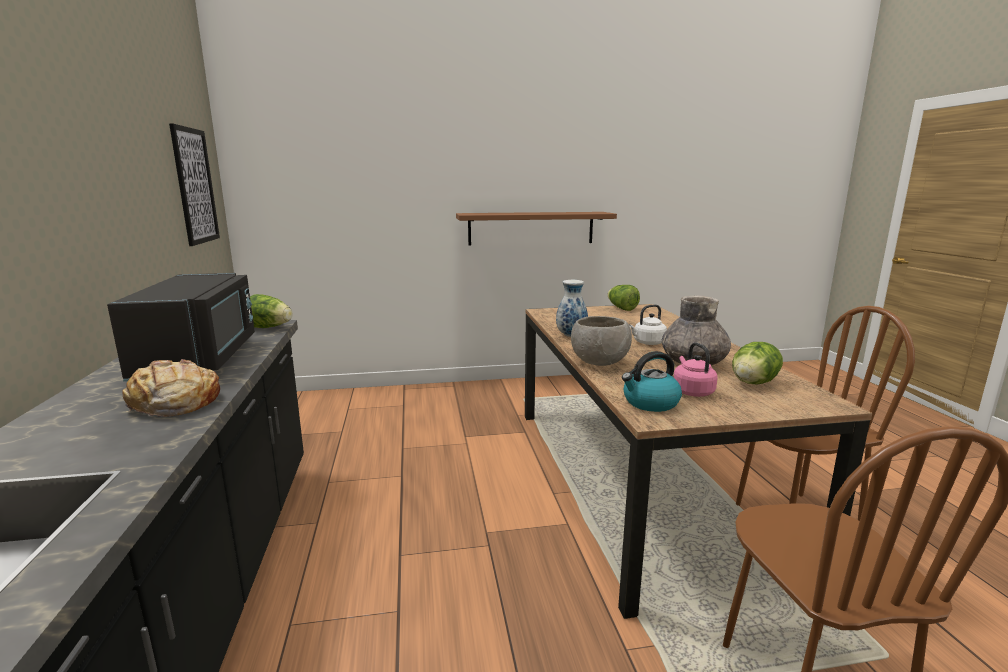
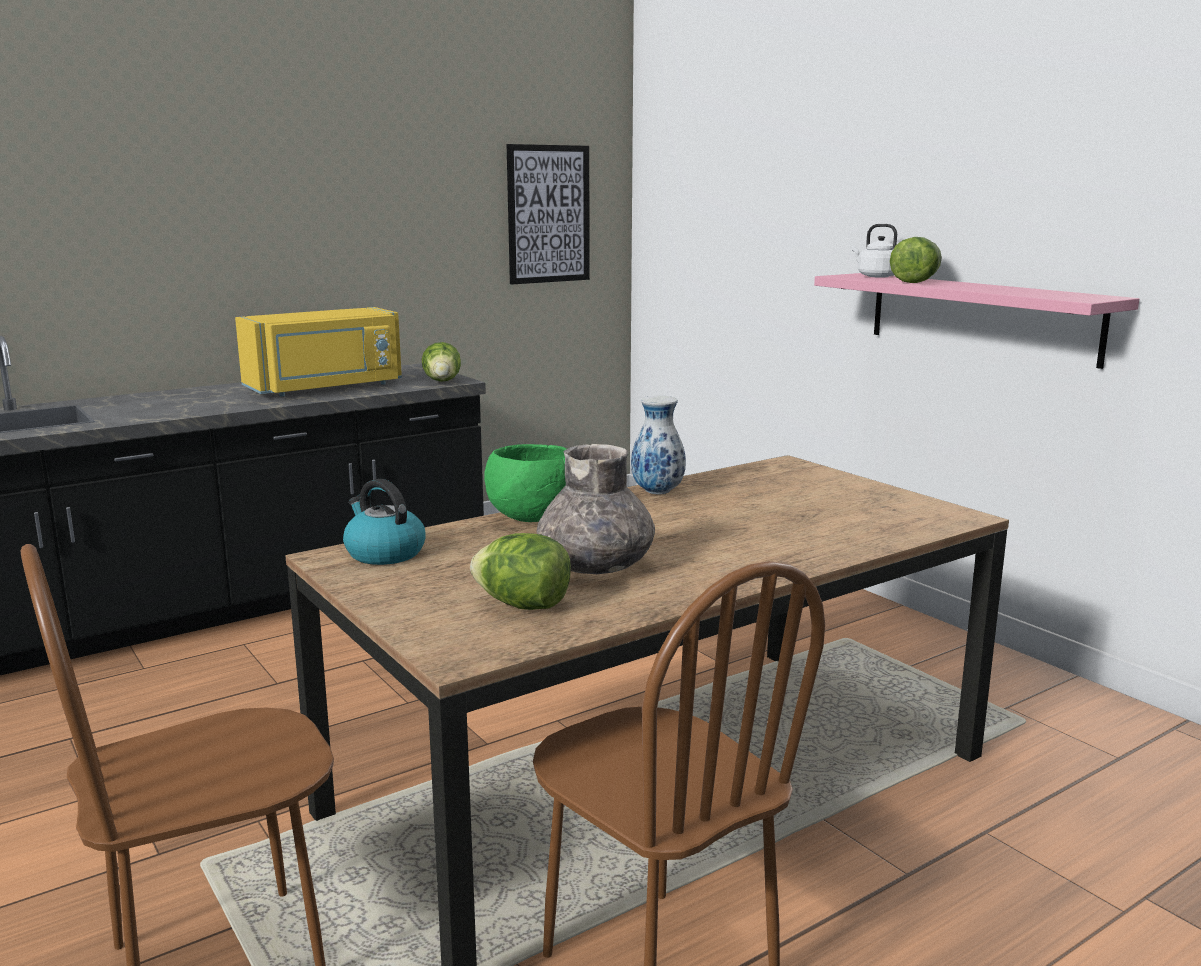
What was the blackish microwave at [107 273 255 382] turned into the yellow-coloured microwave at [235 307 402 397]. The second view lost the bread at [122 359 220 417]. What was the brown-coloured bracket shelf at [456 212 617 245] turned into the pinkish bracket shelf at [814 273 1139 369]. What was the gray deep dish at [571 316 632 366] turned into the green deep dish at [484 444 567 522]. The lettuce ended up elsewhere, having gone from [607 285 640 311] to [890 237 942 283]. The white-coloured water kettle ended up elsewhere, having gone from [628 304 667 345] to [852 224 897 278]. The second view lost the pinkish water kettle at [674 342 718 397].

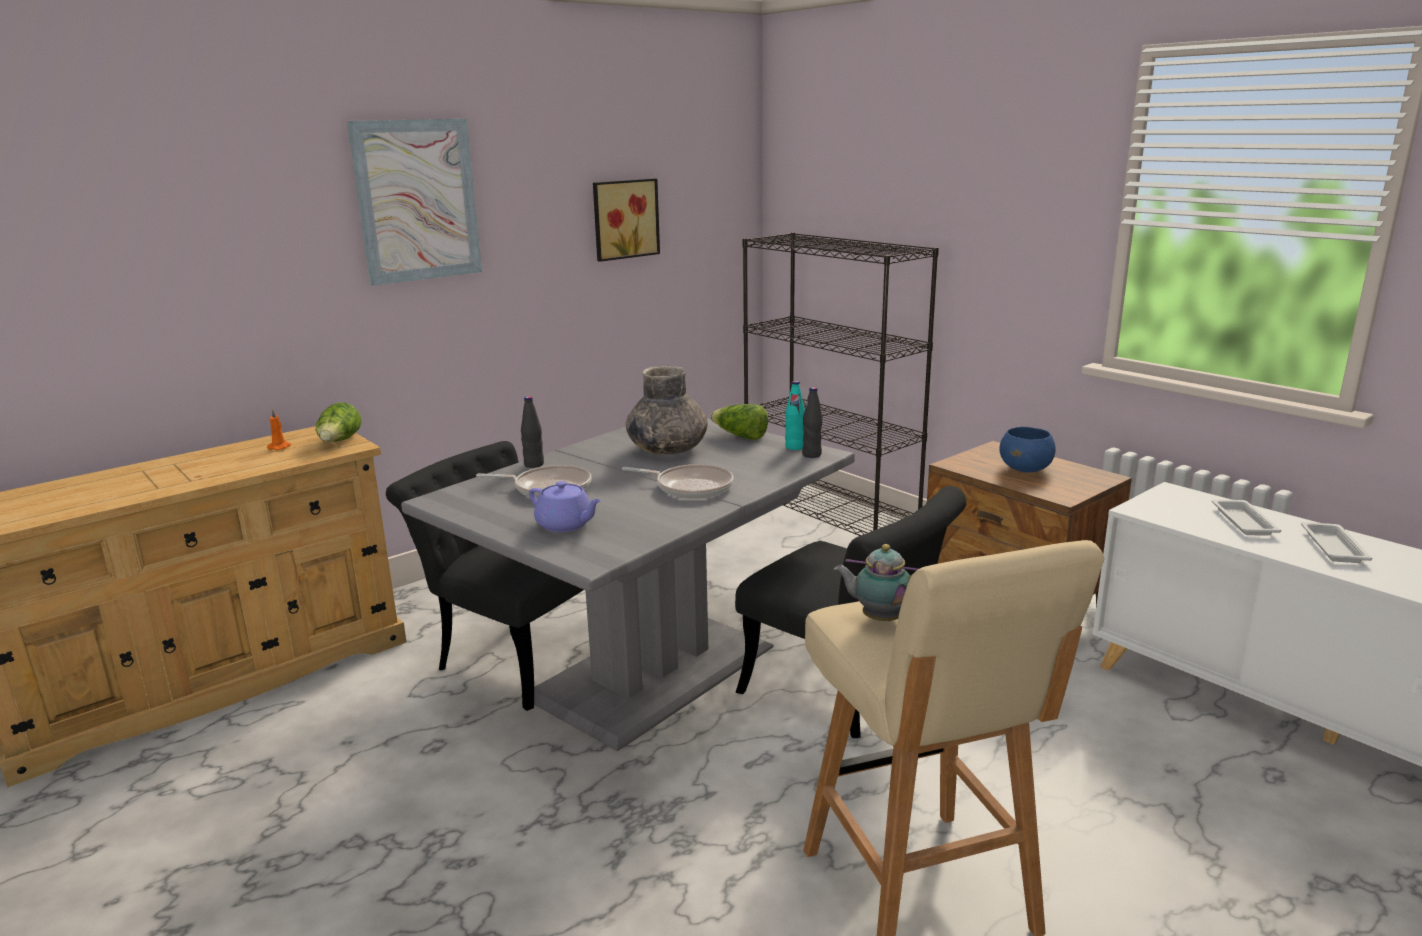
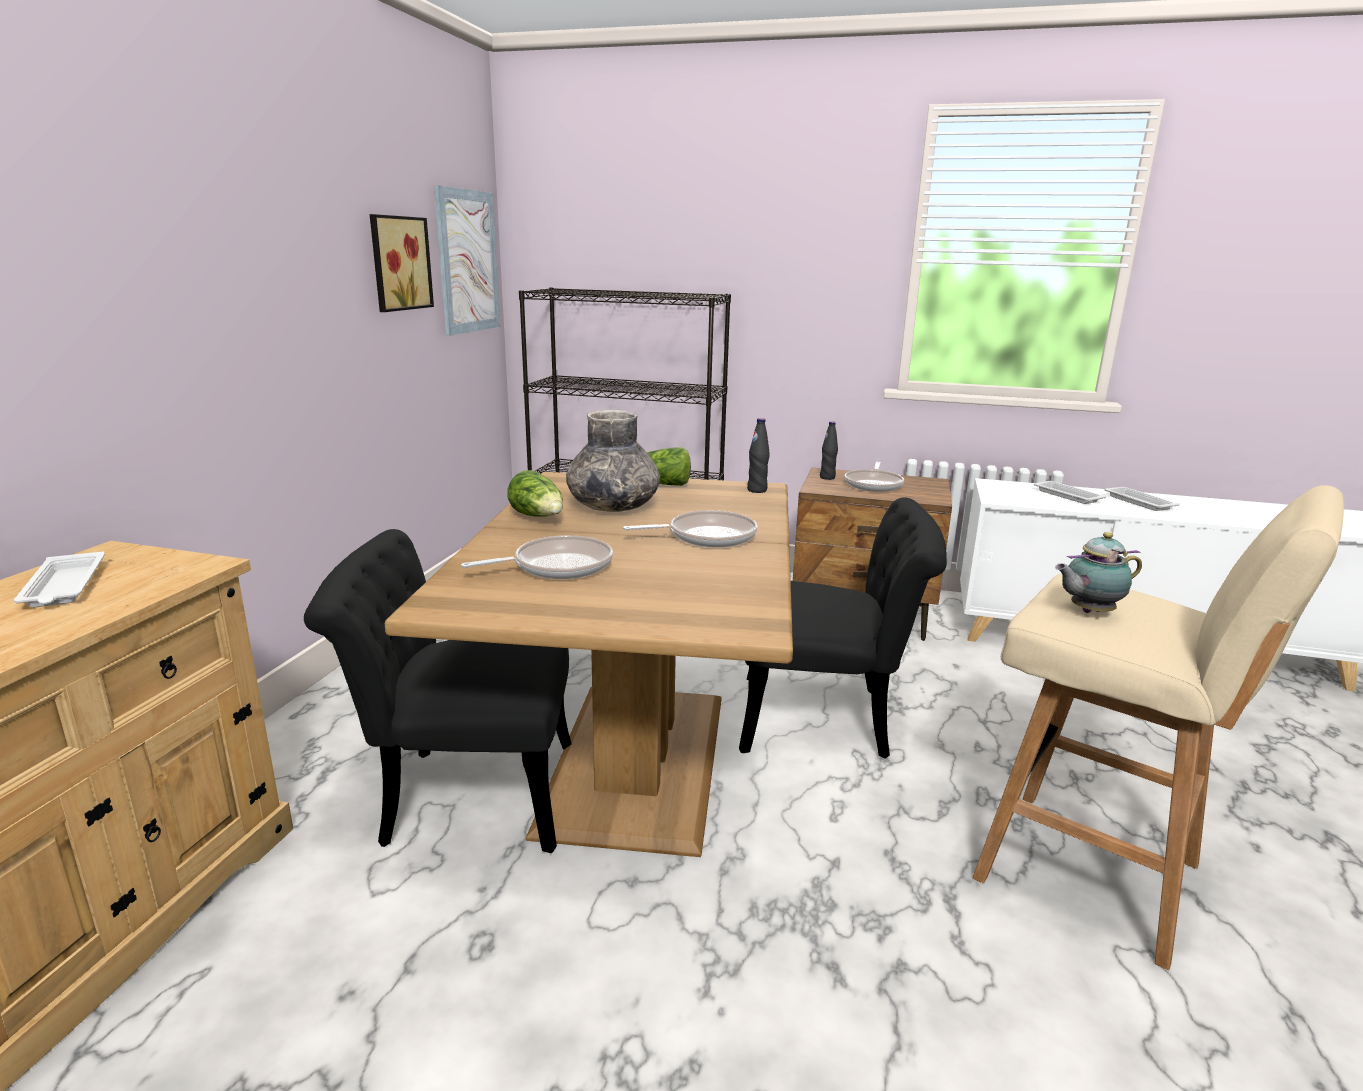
Where the orange wax light stood at [267 408 291 450], the white-coloured tray came to stand at [14 552 105 608]. The lettuce ended up elsewhere, having gone from [316 402 362 442] to [507 470 563 517]. The wall picture ended up elsewhere, having gone from [347 119 482 286] to [434 185 500 336]. What was the gray dining table at [401 418 855 751] turned into the brown-coloured dining table at [385 472 793 857]. The blackish beverage bottle ended up elsewhere, having gone from [521 396 544 468] to [820 422 838 480]. The second view lost the purple pot for tea at [529 481 602 532]. The second view lost the turquoise-coloured beverage bottle at [785 381 805 450]. Where the blue-coloured deep dish stood at [999 427 1056 473], the skillet came to stand at [845 462 904 492].

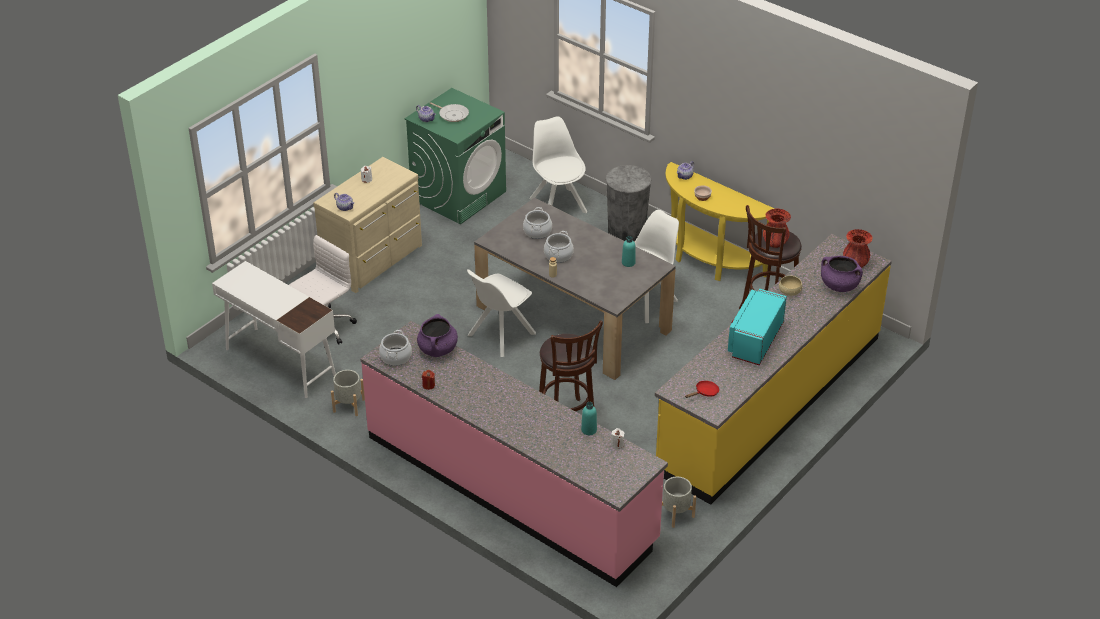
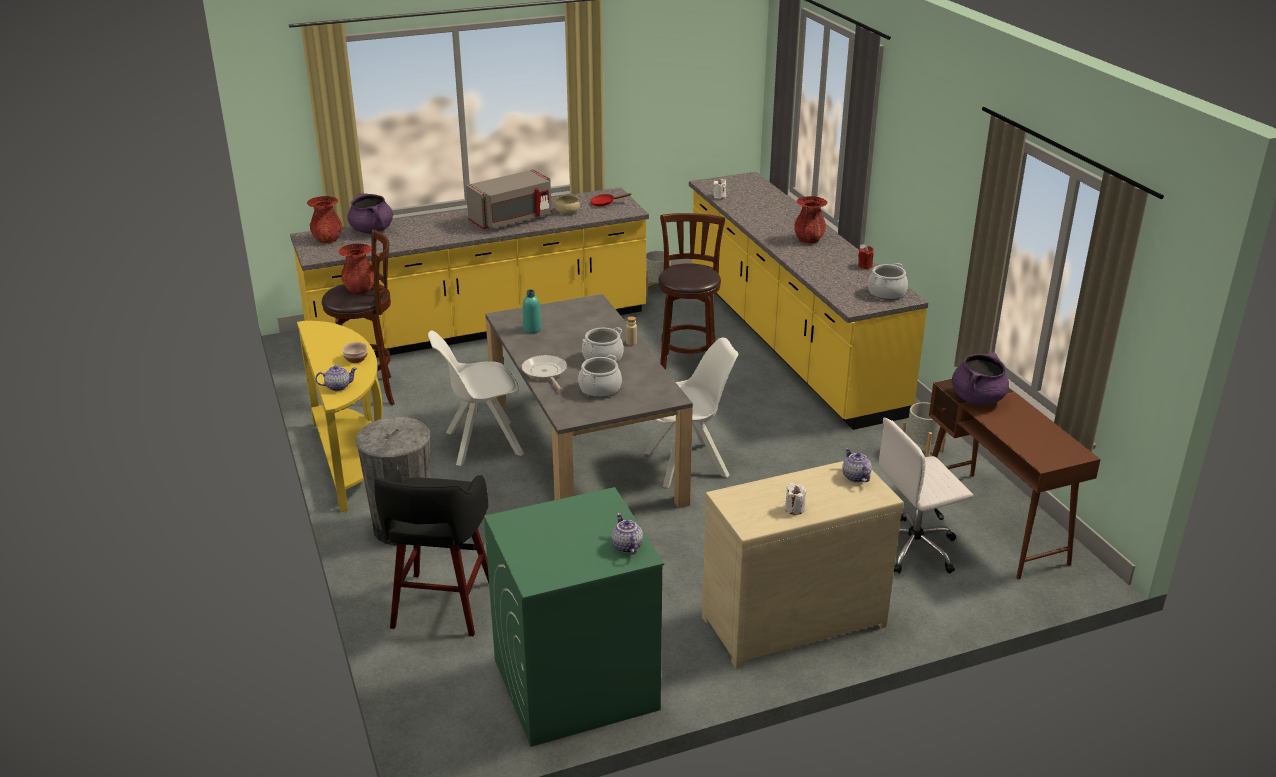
What was the white-coloured desk table at [212 261 336 398] turned into the brown-coloured desk table at [929 379 1101 579]. What was the pinkish kitchen base unit at [360 321 668 587] turned into the yellow-coloured kitchen base unit at [689 172 928 430]. The purple cooking pot ended up elsewhere, having gone from [417 314 458 357] to [952 352 1009 405]. The skillet ended up elsewhere, having gone from [430 102 469 122] to [521 355 567 391]. Where the white-coloured upright chair stood at [530 116 588 213], the blackish sitting stool came to stand at [374 468 489 636]. The second view lost the turquoise-coloured beverage bottle at [581 402 597 435]. What was the turquoise-coloured microwave at [728 289 787 365] turned into the gray microwave at [466 169 552 229]. The sand-coloured deep dish ended up elsewhere, having gone from [779 276 802 296] to [554 195 580 214]. The second view gained the red decorative vase at [794 196 827 243].

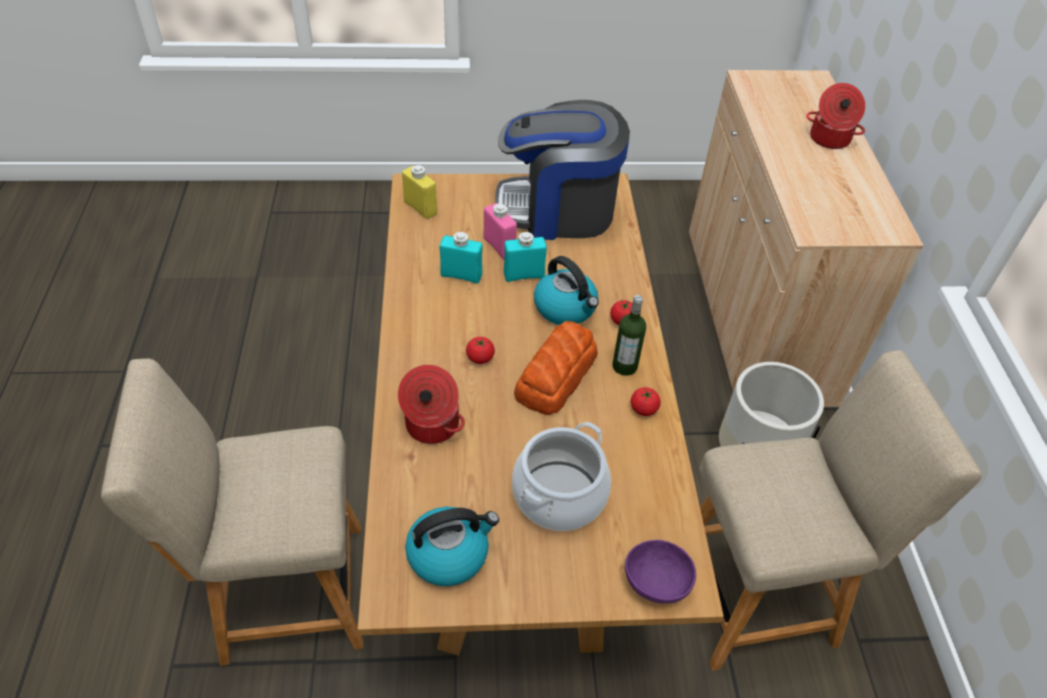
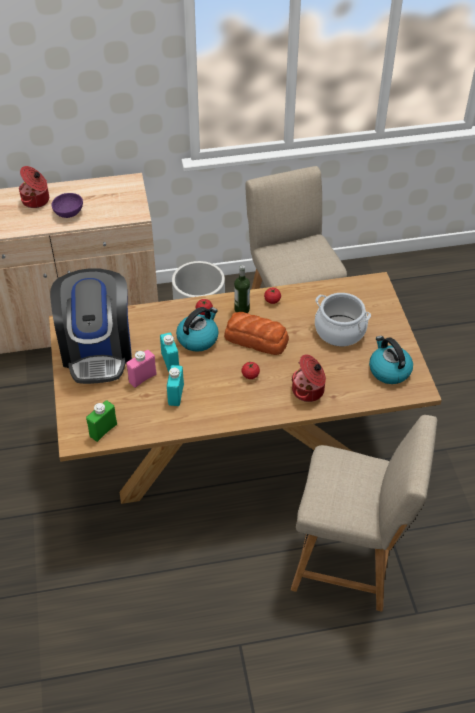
The sand-coloured upright chair at [101 358 363 666] ended up facing another way, 60 degrees counterclockwise from before. What was the yellow-coloured beverage bottle at [402 165 437 219] turned into the green beverage bottle at [86 400 117 442]. The purple deep dish ended up elsewhere, having gone from [625 540 696 604] to [52 193 83 218].

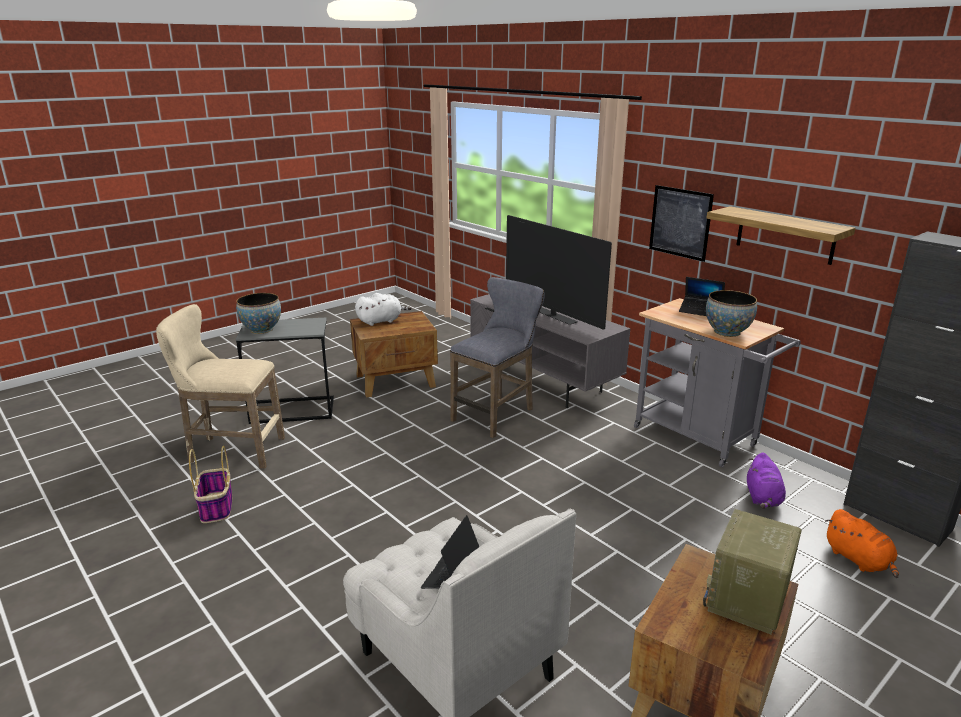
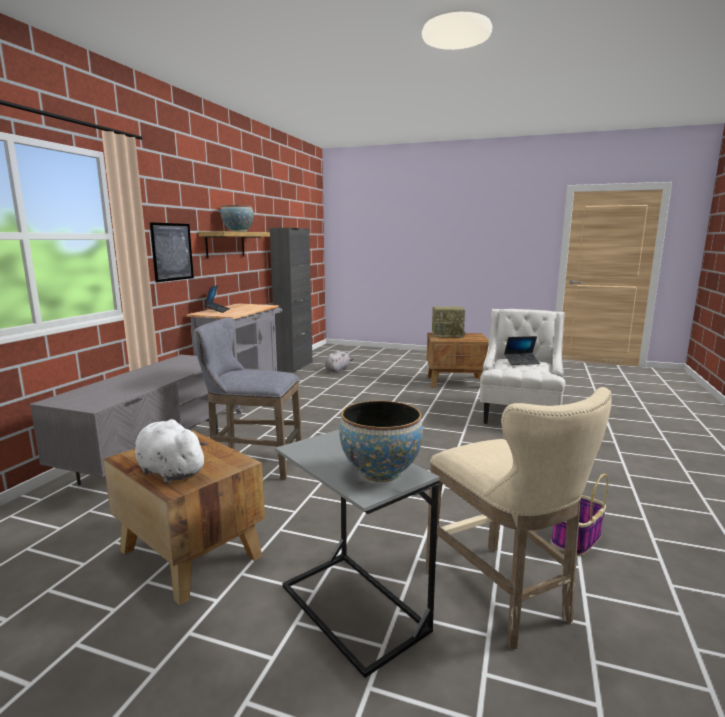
The second view lost the television at [506 215 612 330]. The deep dish ended up elsewhere, having gone from [706 290 757 337] to [221 205 254 232]. The second view lost the purple cuddly toy at [747 452 786 509]. What was the orange cuddly toy at [826 509 899 578] turned into the gray cuddly toy at [325 350 354 373].

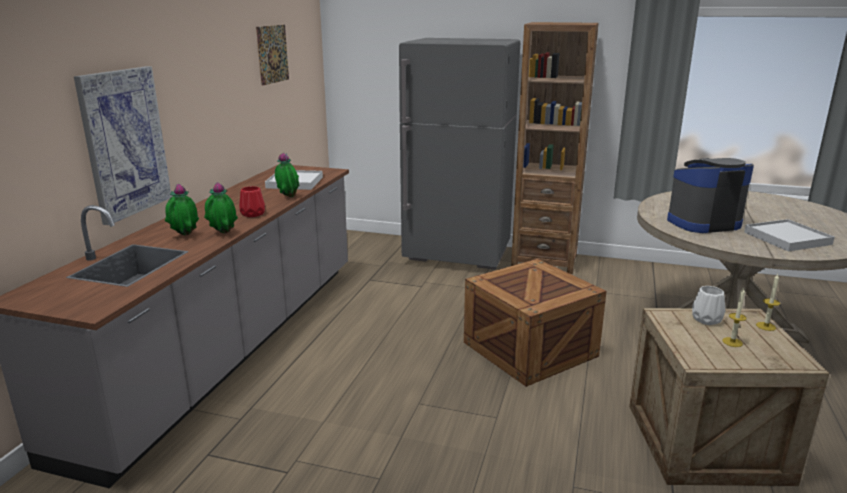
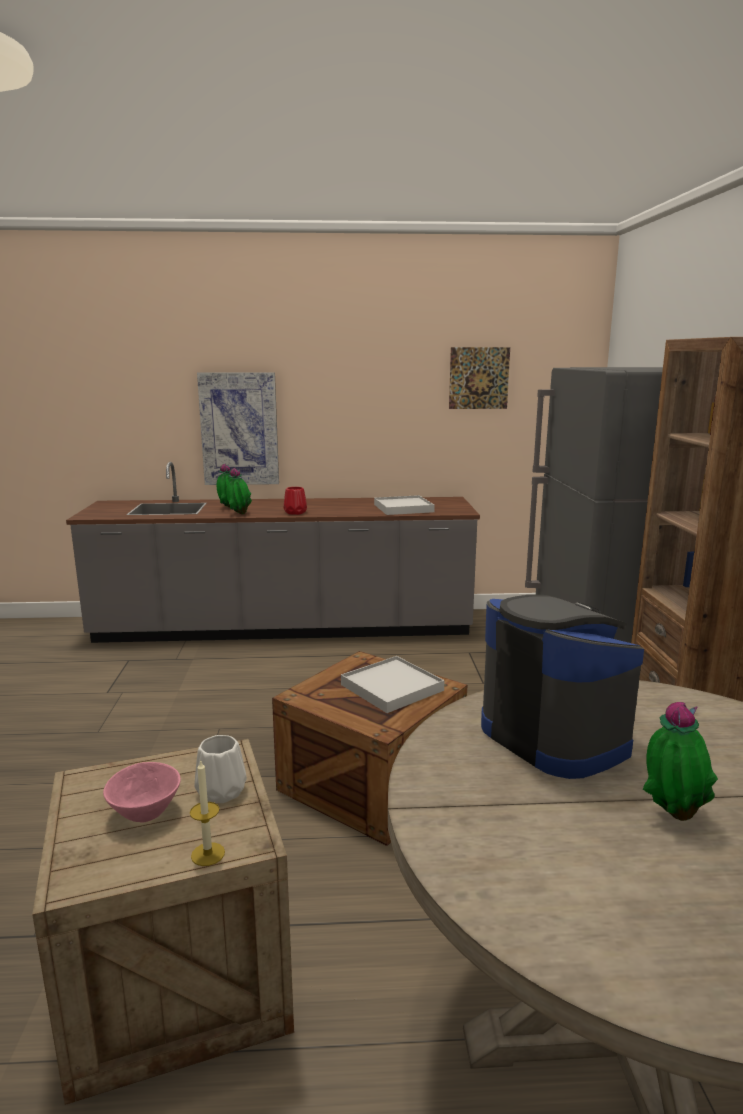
The plant in a pot ended up elsewhere, having gone from [275 153 299 197] to [643 702 718 821]. Where the wax light stood at [722 287 747 347], the pinkish deep dish came to stand at [103 762 181 823]. The white-coloured tray ended up elsewhere, having gone from [744 219 835 251] to [341 656 444 713].

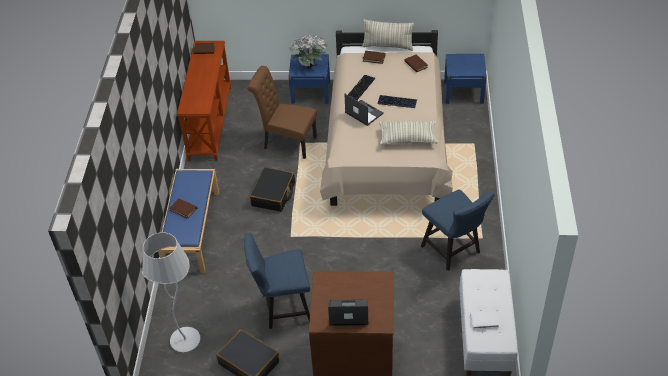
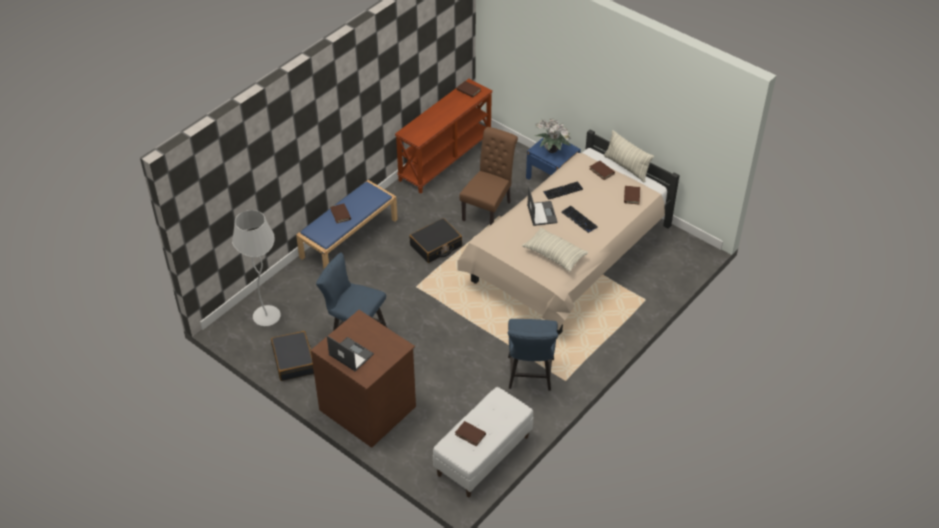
The brown-coloured upright chair at [247 66 317 159] ended up facing another way, 60 degrees clockwise from before. The second view lost the blue-coloured bedside table at [444 54 487 104]. What was the white-coloured book at [470 311 500 330] turned into the brown-coloured book at [455 421 486 446].

